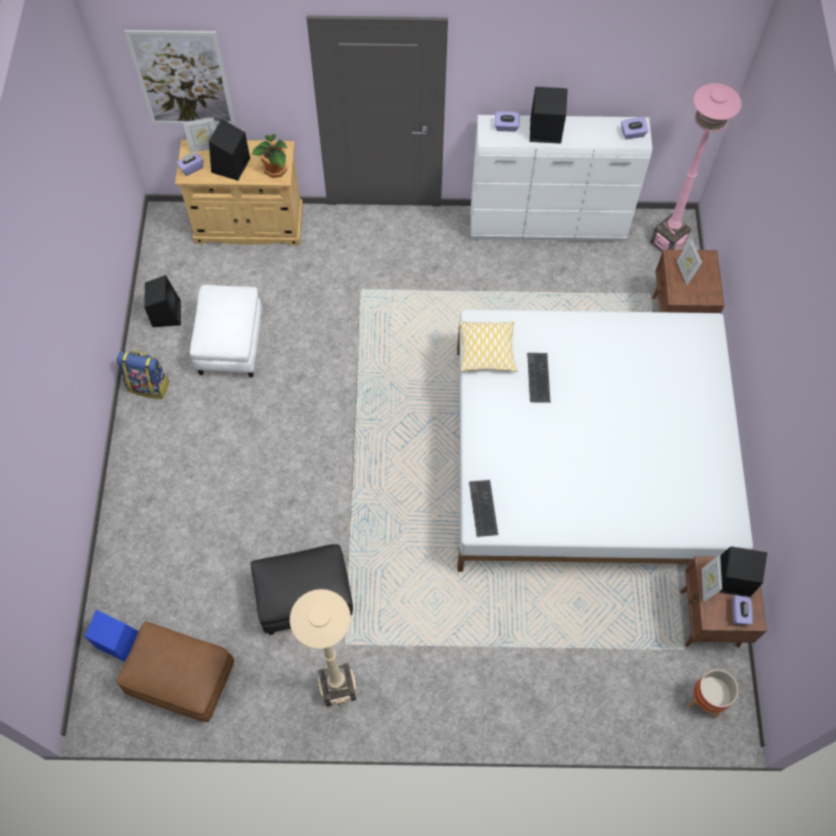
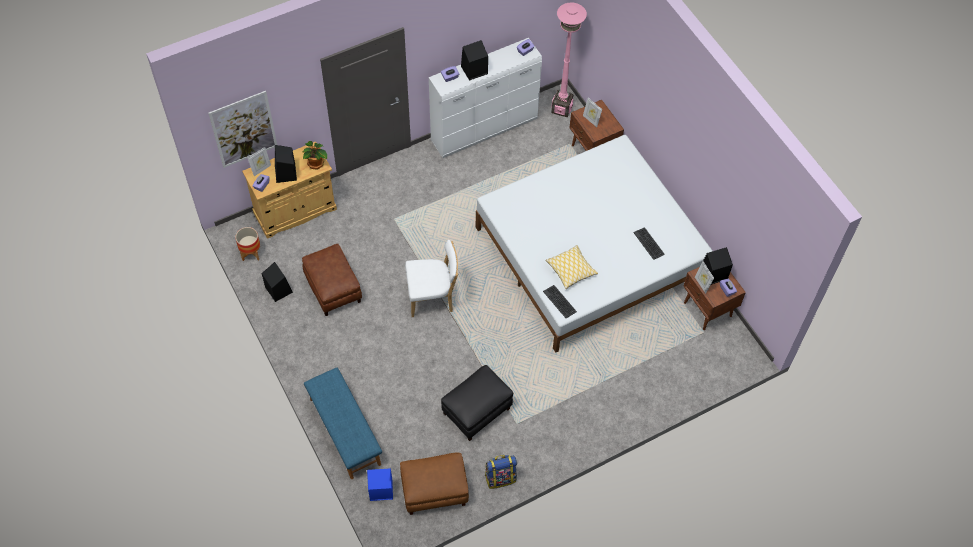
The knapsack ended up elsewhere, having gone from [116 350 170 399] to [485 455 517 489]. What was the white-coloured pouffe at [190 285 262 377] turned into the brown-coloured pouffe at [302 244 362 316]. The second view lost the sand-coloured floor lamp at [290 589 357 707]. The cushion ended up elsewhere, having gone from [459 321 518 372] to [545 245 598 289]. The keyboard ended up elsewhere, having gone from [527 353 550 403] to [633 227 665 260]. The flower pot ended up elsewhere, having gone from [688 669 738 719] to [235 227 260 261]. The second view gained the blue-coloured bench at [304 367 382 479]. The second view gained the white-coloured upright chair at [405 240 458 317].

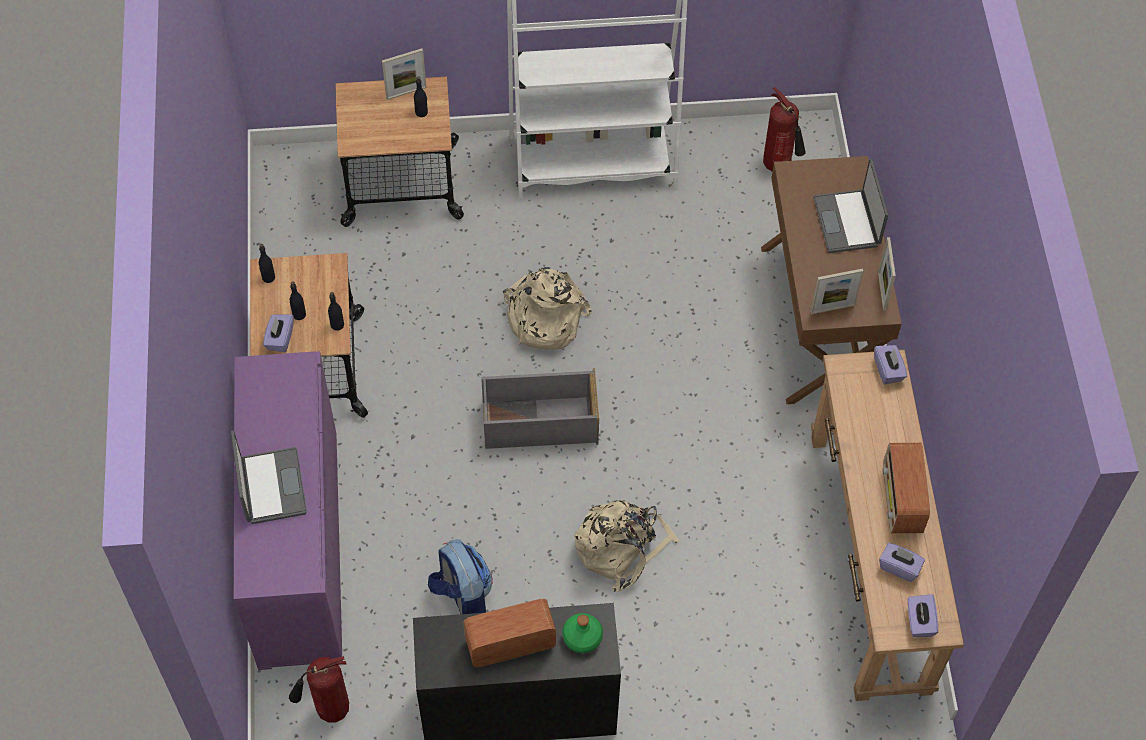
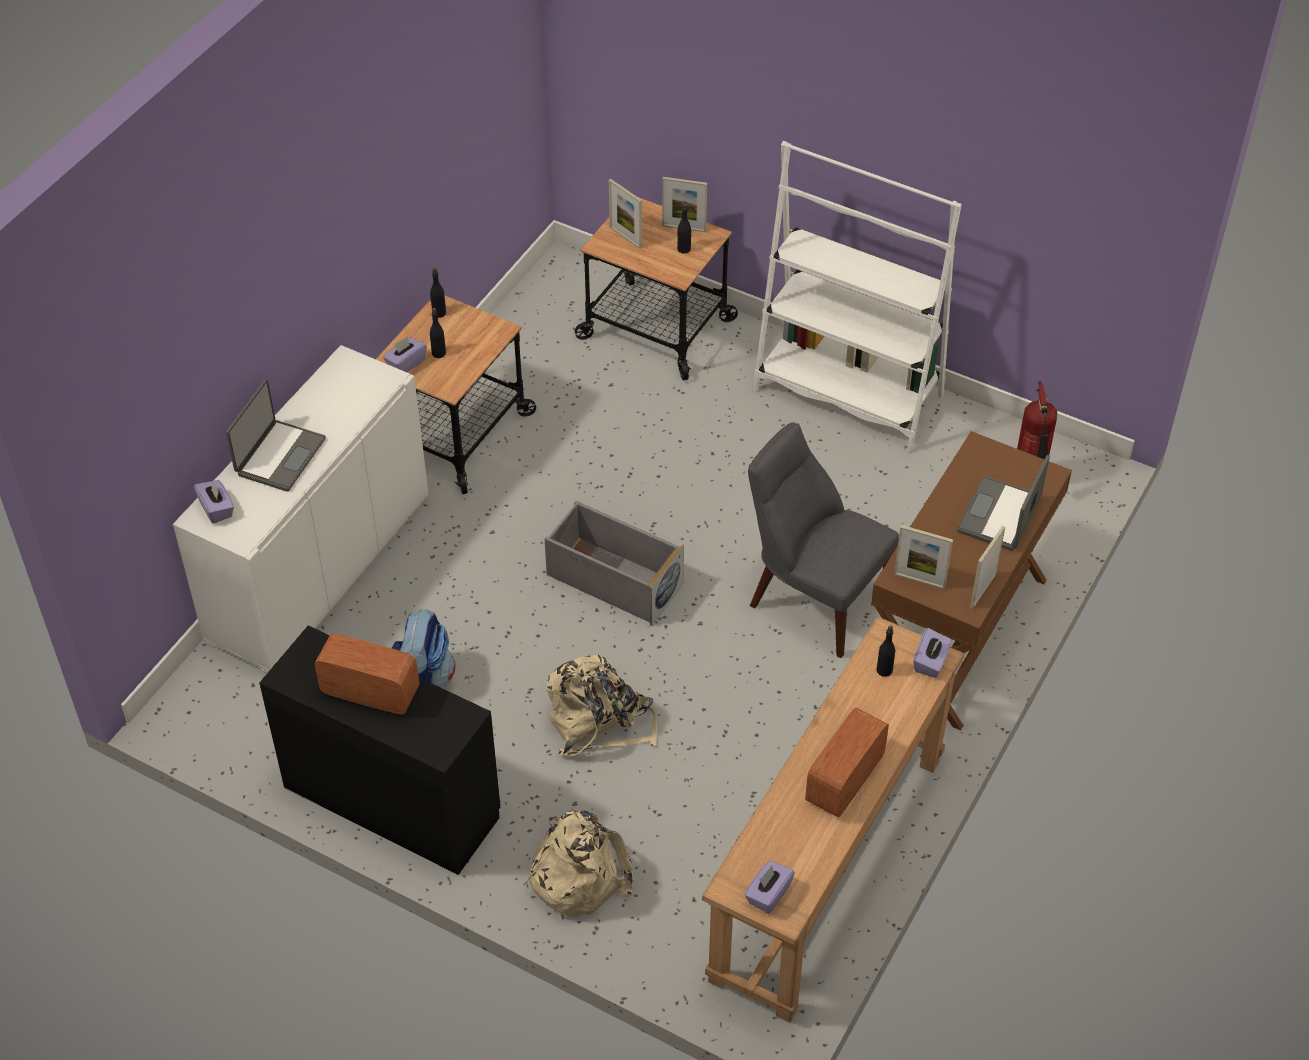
What was the purple storage cabinet at [234 351 342 670] turned into the white-coloured storage cabinet at [173 345 429 674]. The second view lost the extinguisher at [289 656 349 722]. The blackish beverage bottle ended up elsewhere, having gone from [328 292 344 331] to [876 625 895 677]. The sand-coloured knapsack ended up elsewhere, having gone from [503 267 592 350] to [523 809 634 917]. The second view lost the green beverage bottle at [562 613 603 653]. The purple box of tissues ended up elsewhere, having gone from [879 543 925 582] to [194 479 234 524]. The second view gained the photo frame at [609 179 642 249]. The second view gained the gray upright chair at [748 422 899 658].

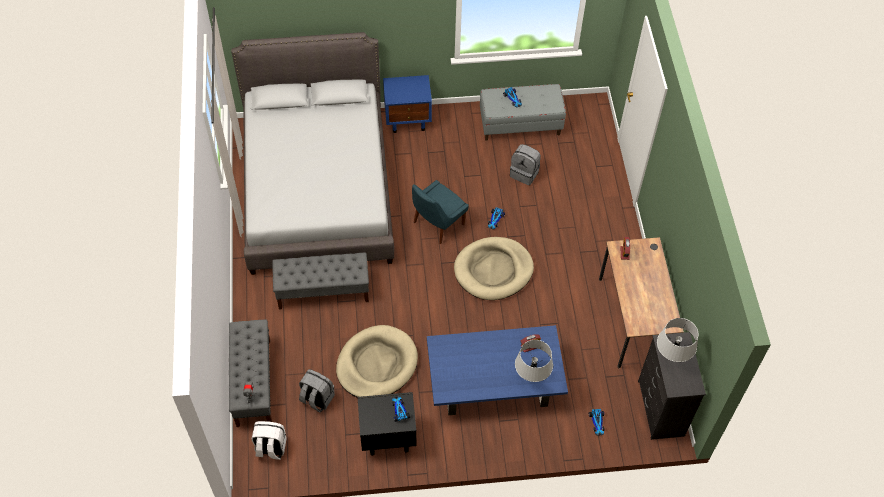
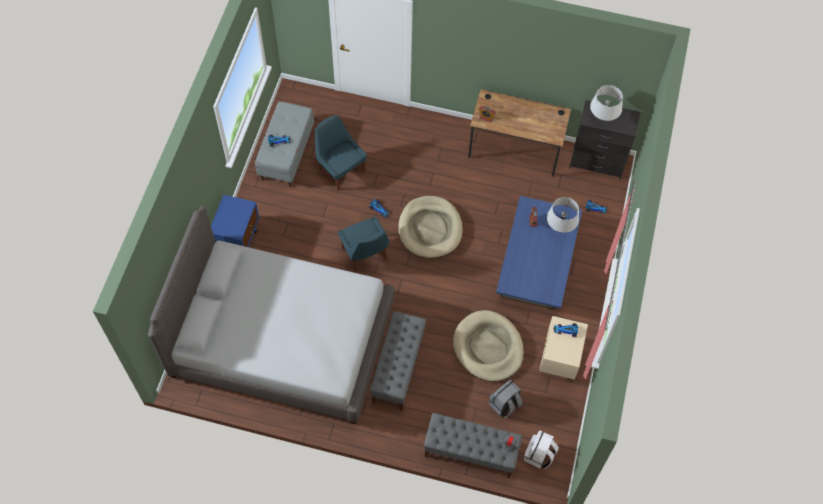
What was the blackish bedside table at [358 392 416 456] turned into the sand-coloured bedside table at [539 316 588 380]. Where the gray knapsack stood at [510 144 541 185], the blue-coloured upright chair came to stand at [315 115 367 191].

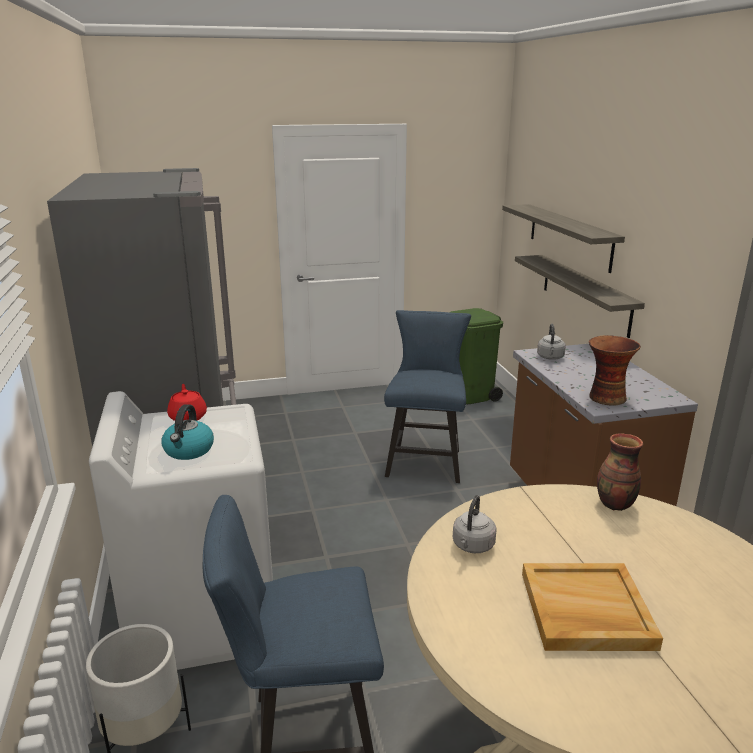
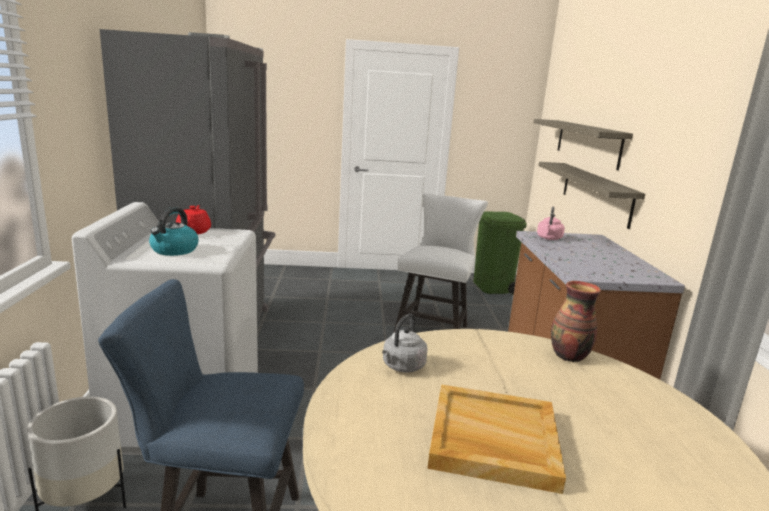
What was the blue-coloured upright chair at [384 310 471 483] turned into the white-coloured upright chair at [394 193 488 332]. What was the gray water kettle at [537 324 566 360] turned into the pinkish water kettle at [537 207 565 240]. The second view lost the decorative vase at [589 335 641 405].

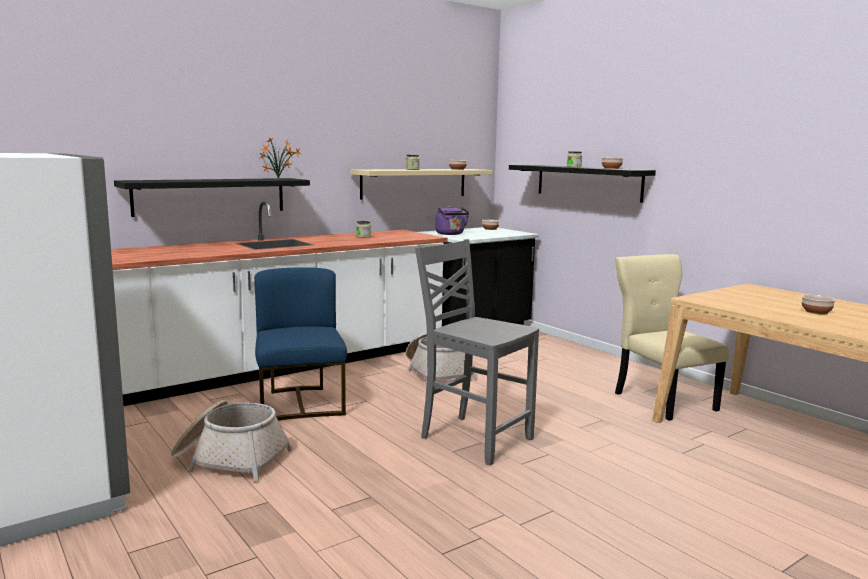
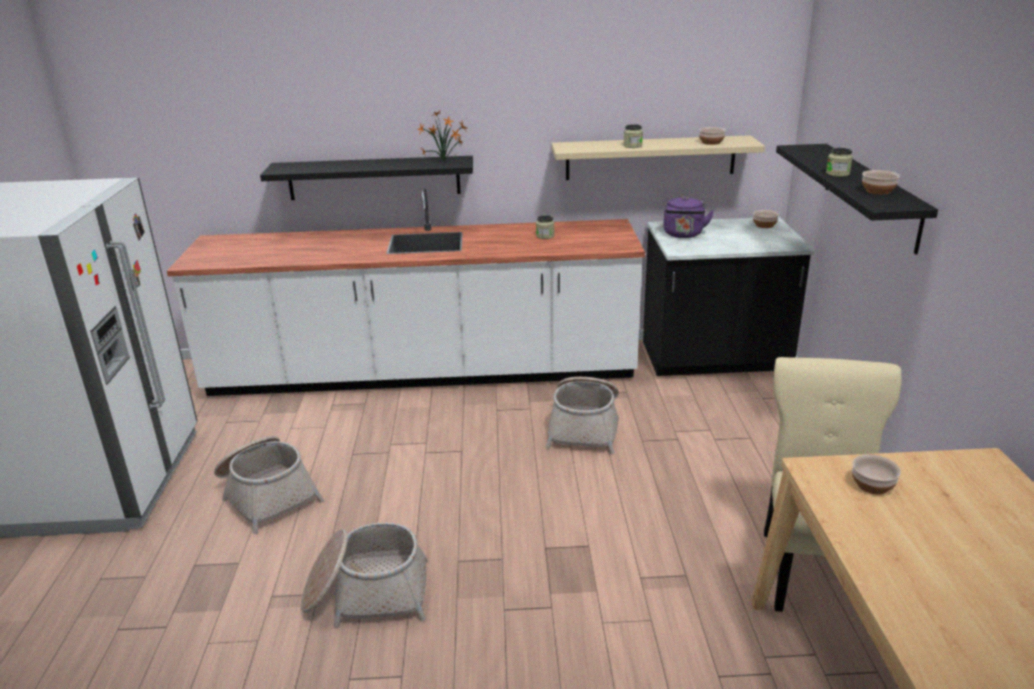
The second view lost the blue-coloured upright chair at [254 267 347 420]. The second view lost the gray upright chair at [415 239 539 465]. The deep dish ended up elsewhere, having gone from [802 295 836 314] to [852 454 901 494]. The second view gained the basket at [301 522 428 628].

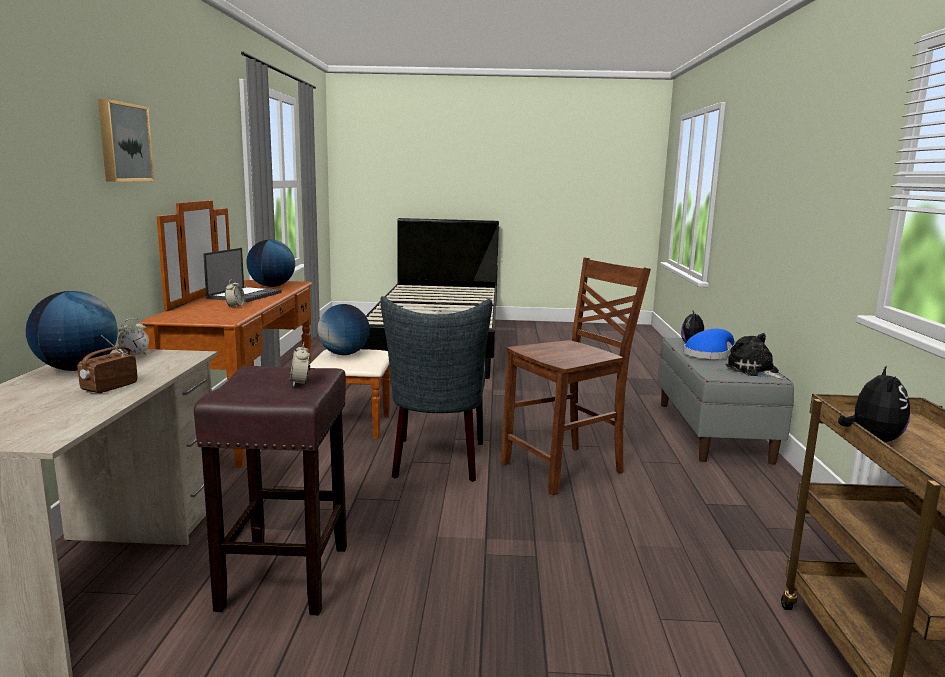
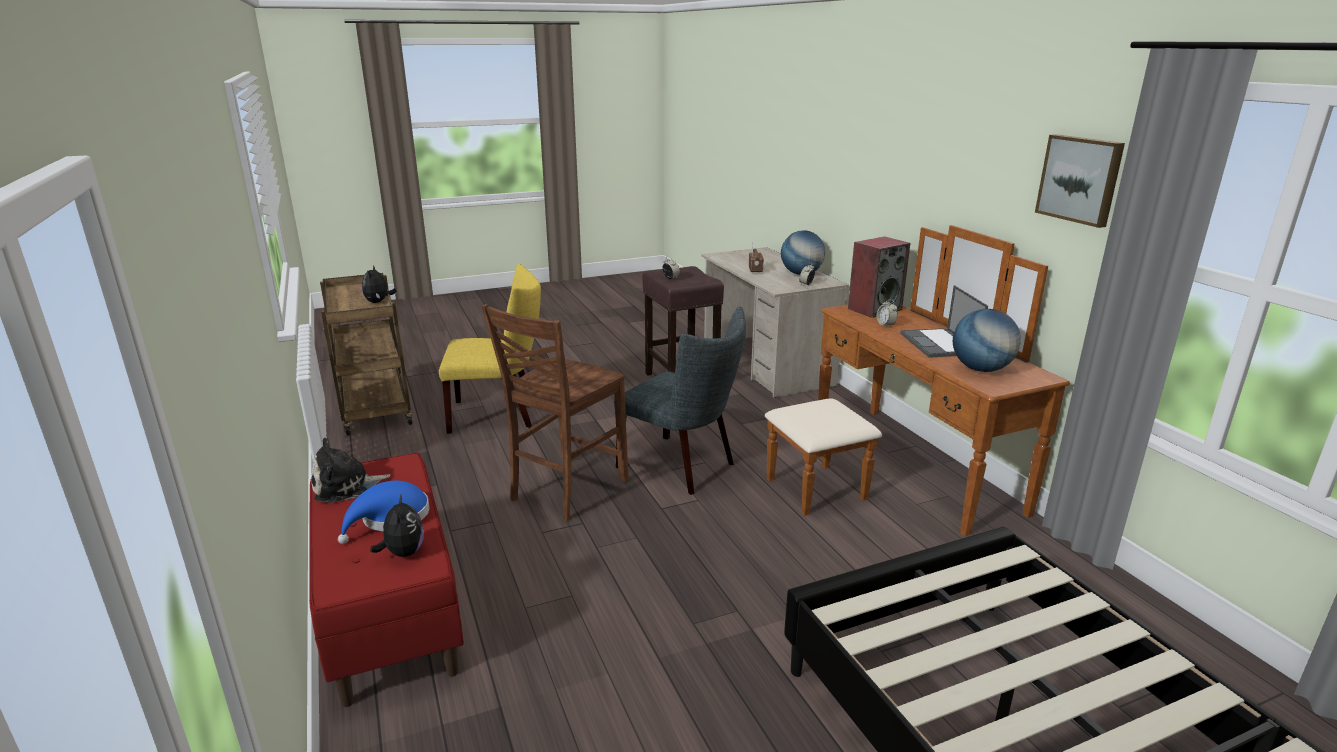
The wall picture ended up elsewhere, having gone from [98 99 154 182] to [1035 134 1125 228]. The second view lost the globe at [318 304 370 355]. The gray upright chair at [380 296 492 482] ended up facing another way, 150 degrees clockwise from before. What was the gray bench at [657 338 794 465] turned into the red bench at [309 453 464 707]. The cuddly toy at [726 333 785 379] ended up facing another way, 120 degrees clockwise from before. The second view gained the yellow-coloured upright chair at [439 264 541 434]. The second view gained the loudspeaker at [848 236 910 318].

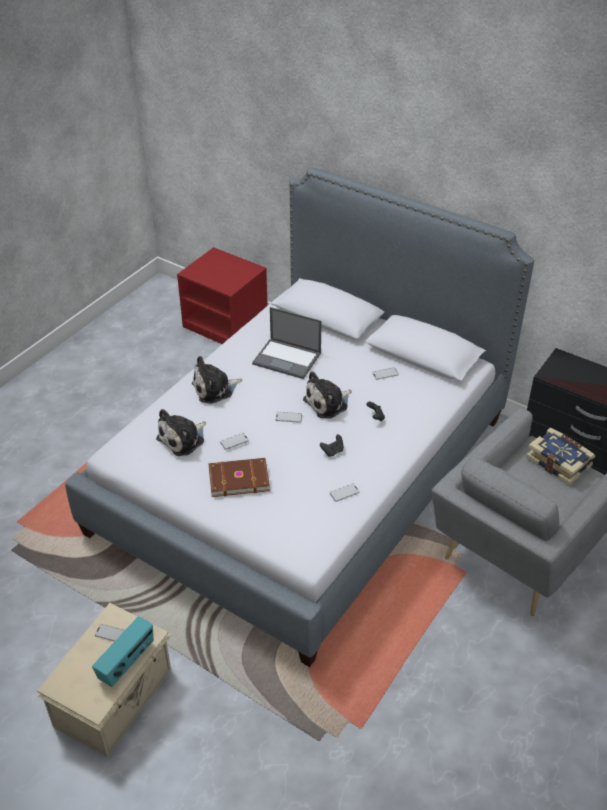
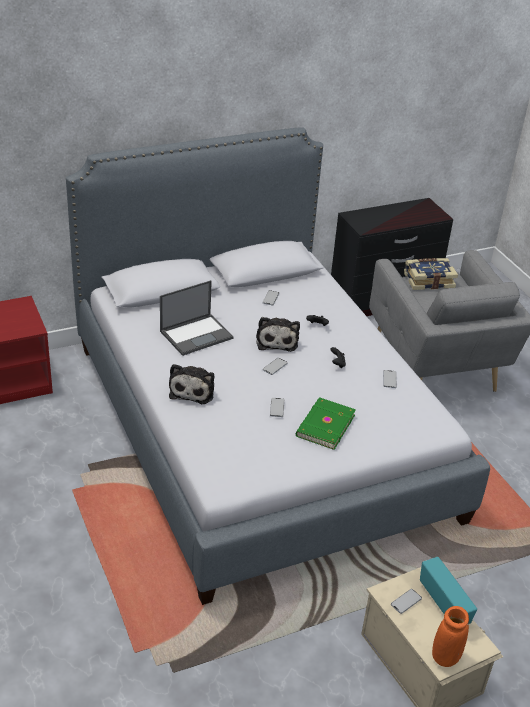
The second view lost the cuddly toy at [156 409 206 456]. What was the brown-coloured book at [208 458 270 497] turned into the green book at [296 398 356 450]. The second view gained the orange decorative vase at [432 606 469 667].

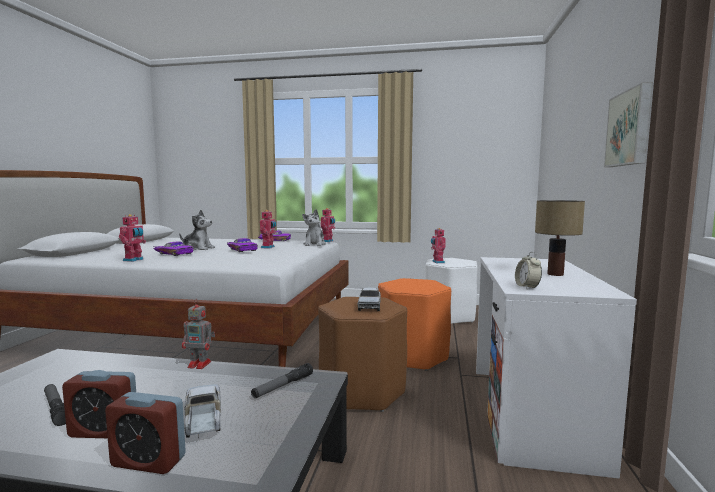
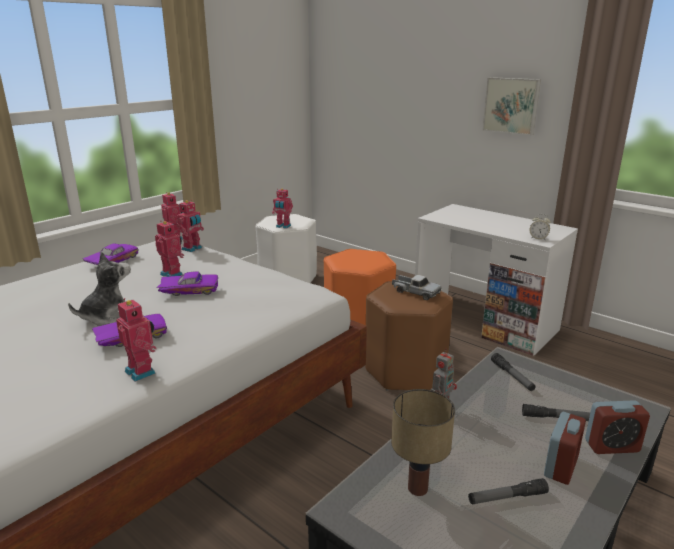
The alarm clock at [105 392 186 474] ended up facing another way, 45 degrees clockwise from before. Where the toy truck stood at [184 384 221 438], the flashlight came to stand at [522 404 590 421]. Where the cuddly toy stood at [302 209 326 246], the model robot came to stand at [177 200 204 252]. The tabletop lamp ended up elsewhere, having gone from [535 200 585 276] to [391 389 455 496].

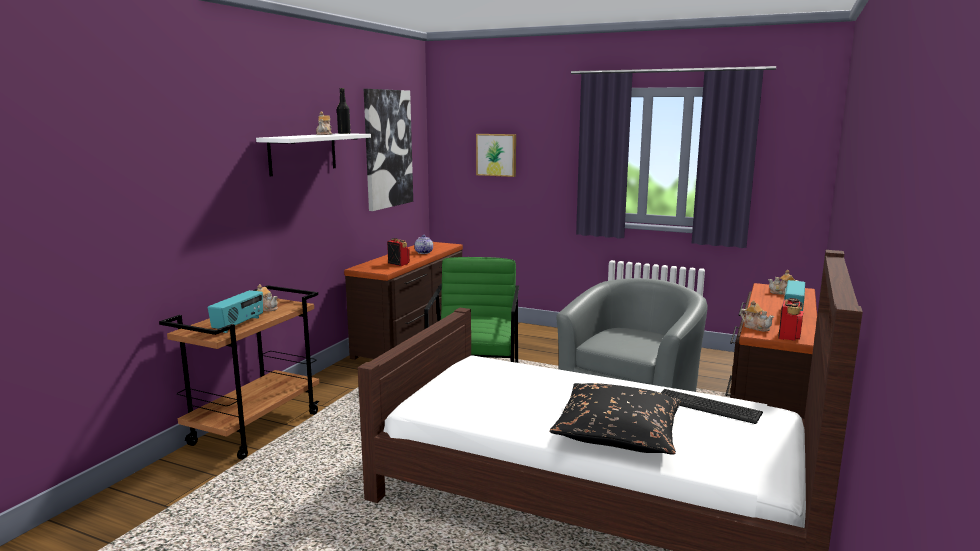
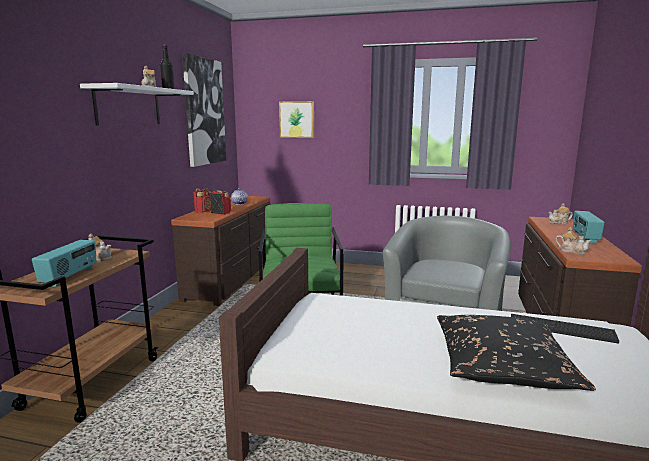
The radio set ended up elsewhere, having gone from [778 298 804 341] to [193 188 211 213].

